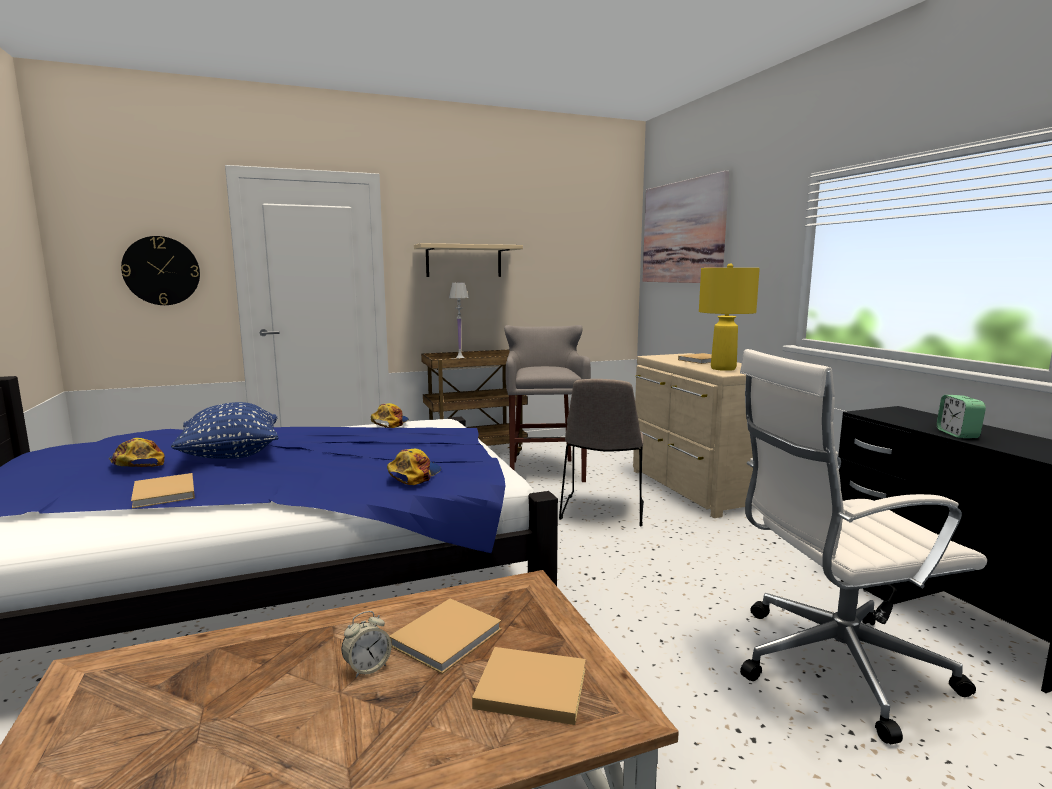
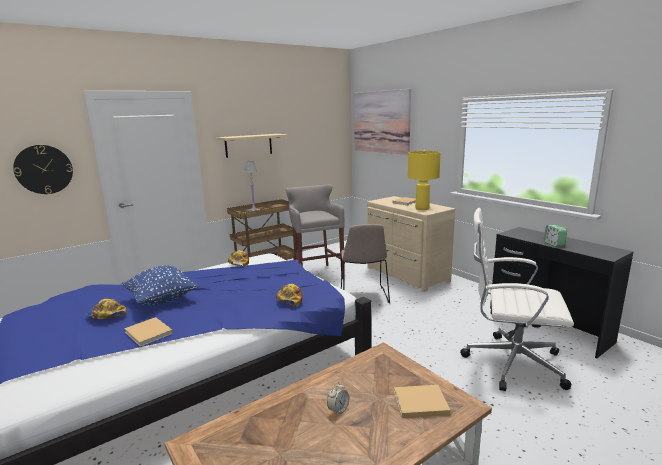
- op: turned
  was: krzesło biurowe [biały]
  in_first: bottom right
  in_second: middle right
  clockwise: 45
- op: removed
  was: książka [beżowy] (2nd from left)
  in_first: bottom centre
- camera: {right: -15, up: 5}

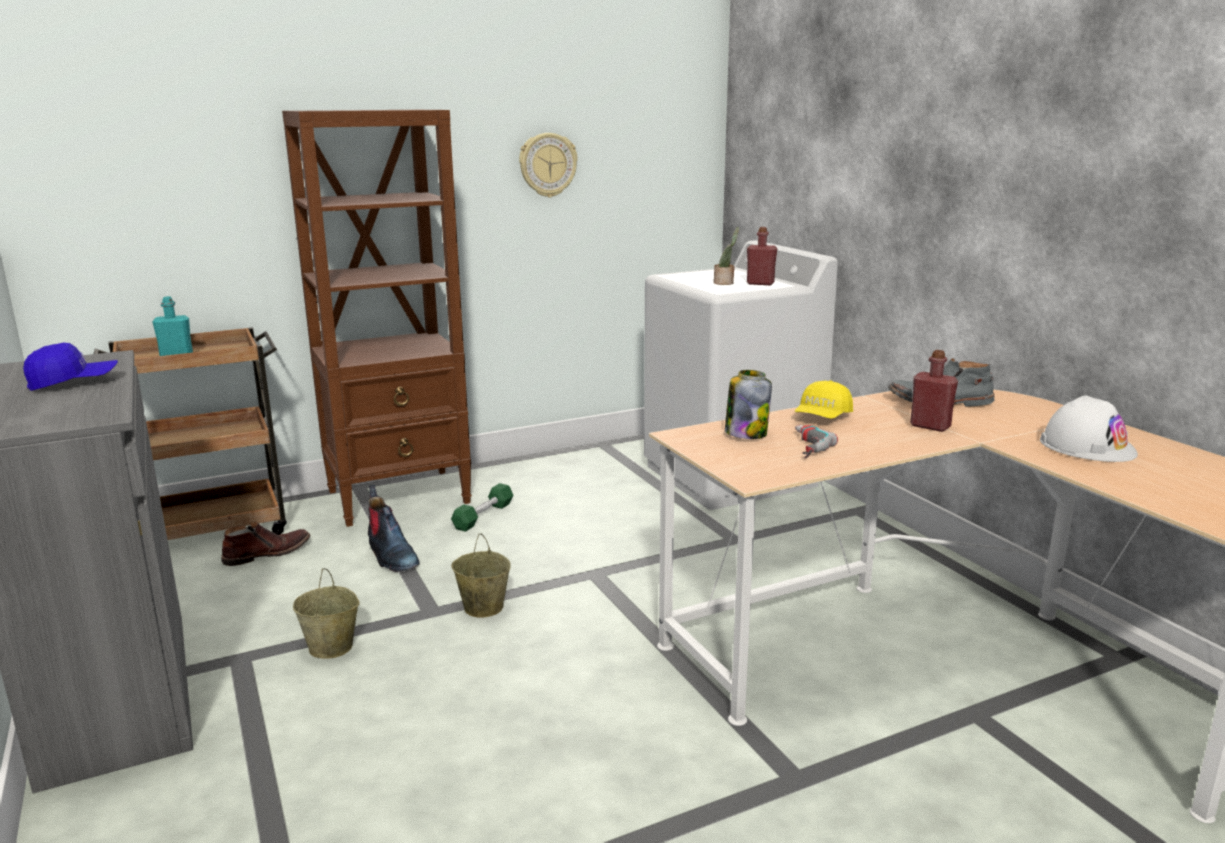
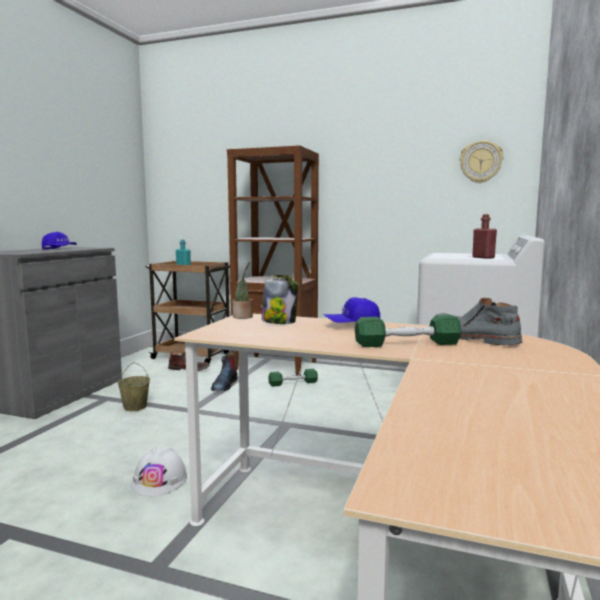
- op: moved
  was: kask [biały]
  in_first: middle right
  in_second: bottom left
- op: moved
  was: roślina doniczkowa
  in_first: top centre
  in_second: centre
- op: recoloured
  was: czapka z daszkiem [żółty]
  now: czapka z daszkiem [niebieski] (2nd from left)
  in_first: middle right
  in_second: centre
- op: replaced
  was: butelka [czerwony] (2nd from left)
  now: hantel [zielony] (2nd from left)
  in_first: middle right
  in_second: middle right
- op: moved
  was: zegar ścienny
  in_first: top centre
  in_second: top right
- op: removed
  was: wiadro [beżowy] (2nd from left)
  in_first: bottom centre
- op: removed
  was: wiertarka
  in_first: centre
- camera: {right: 45, up: -10}

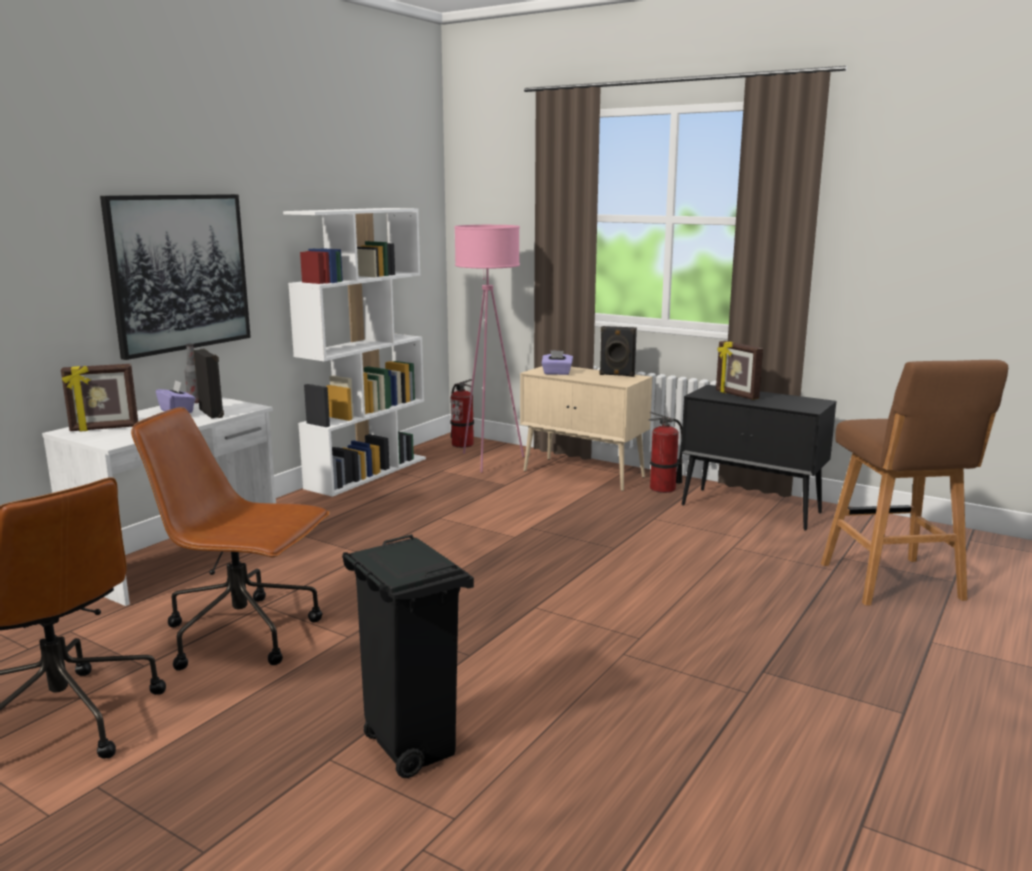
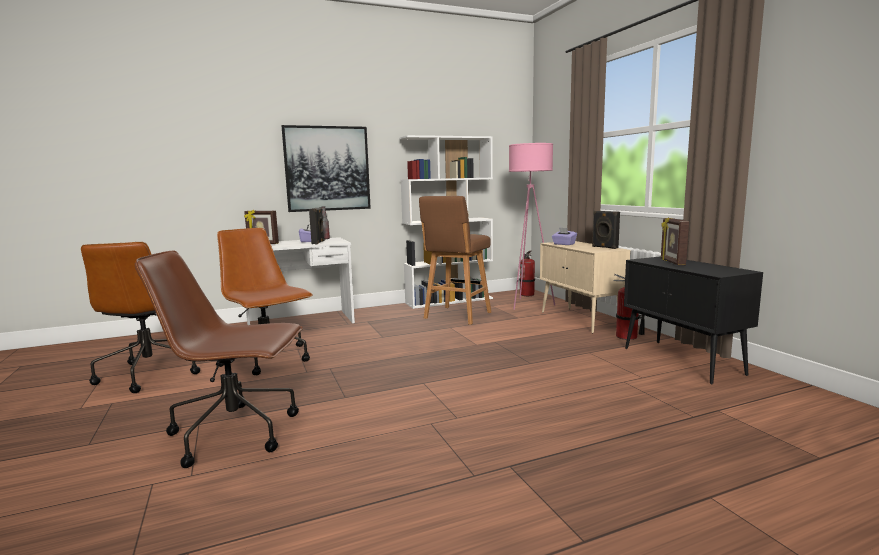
- op: replaced
  was: kosz na śmieci [czarny]
  now: krzesło biurowe [brązowy] (2nd from left)
  in_first: bottom centre
  in_second: middle left
- op: moved
  was: stołek [brązowy]
  in_first: middle right
  in_second: centre
- camera: {right: 35, up: -5}

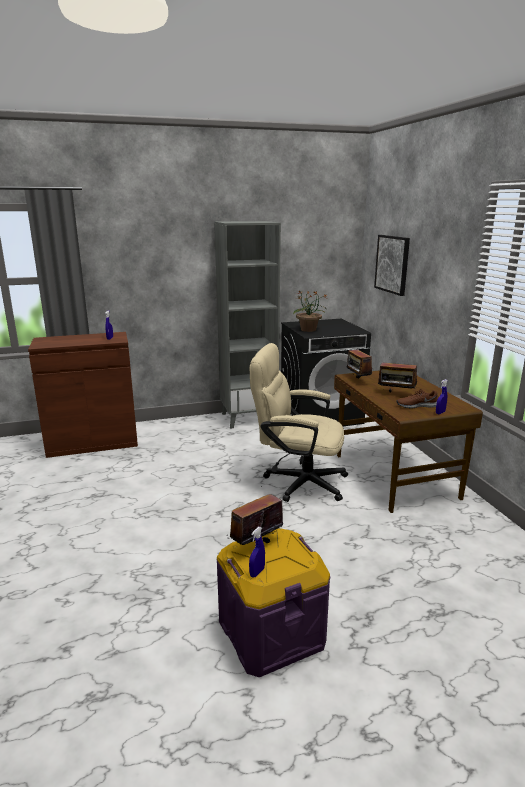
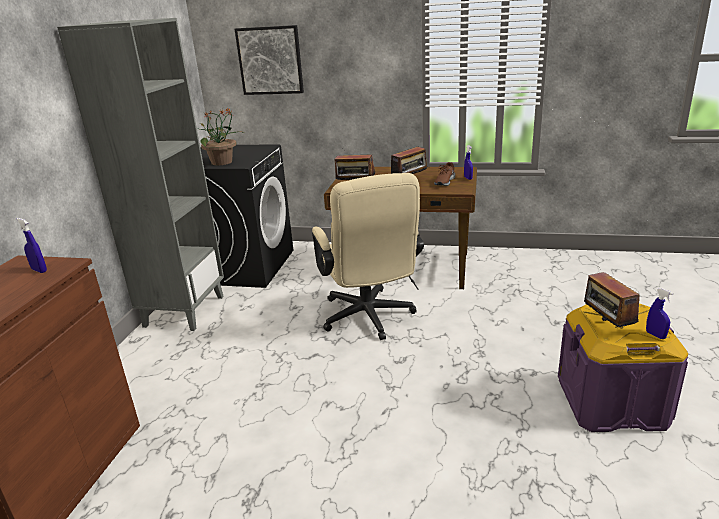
- op: turned
  was: krzesło biurowe [beżowy]
  in_first: centre
  in_second: centre
  clockwise: -60
- camera: {right: -60, up: 5}

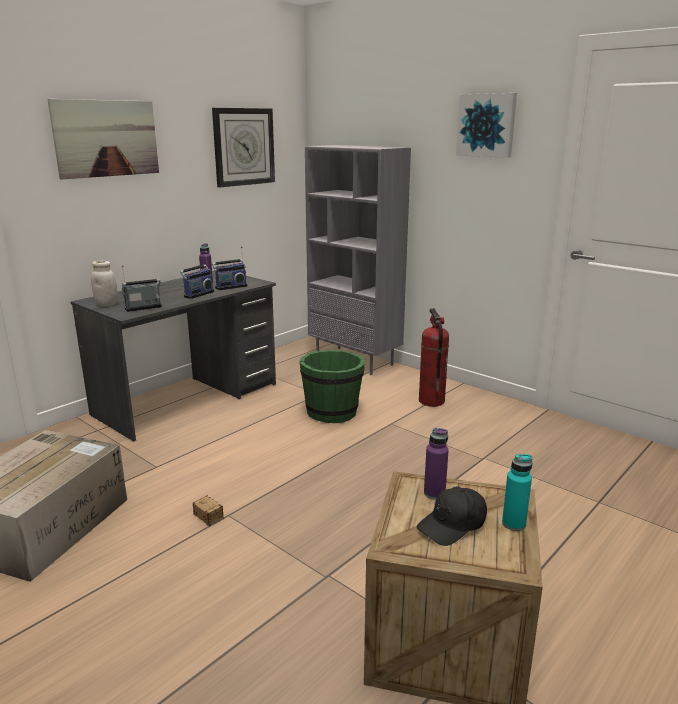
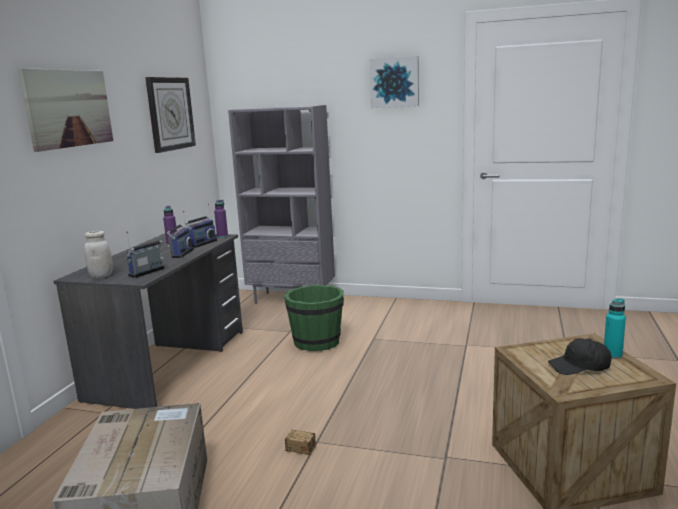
- op: moved
  was: butelka [fioletowy] (2nd from left)
  in_first: centre
  in_second: middle left
- op: turned
  was: czapka z daszkiem [czarny]
  in_first: bottom centre
  in_second: bottom right
  clockwise: 60
- op: removed
  was: gaśnica
  in_first: centre
- camera: {right: -25, up: -5}

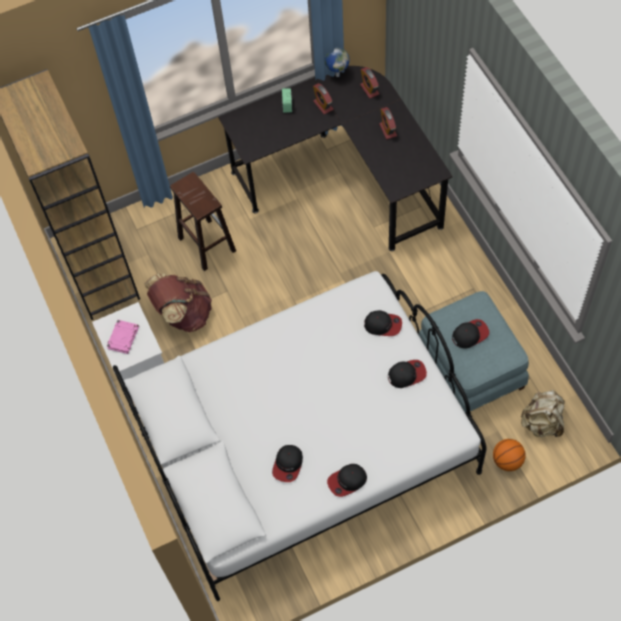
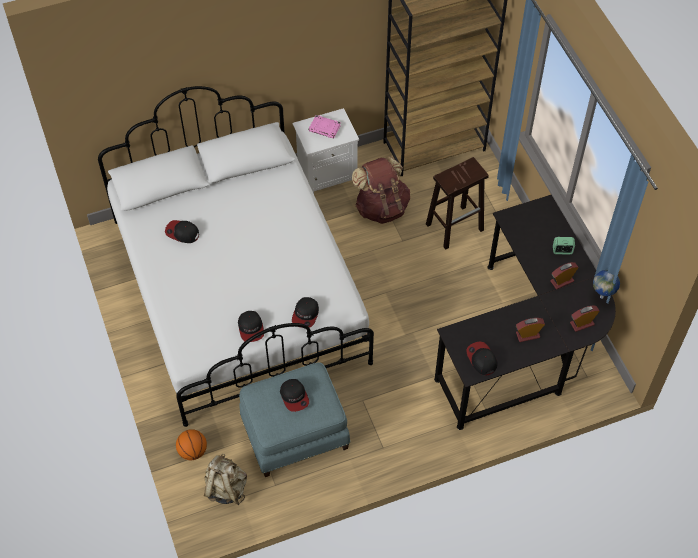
- op: moved
  was: czapka z daszkiem (2nd from left in the first image)
  now: czapka z daszkiem (5th from left)
  in_first: bottom centre
  in_second: middle right
- camera: {right: 90, up: -5}

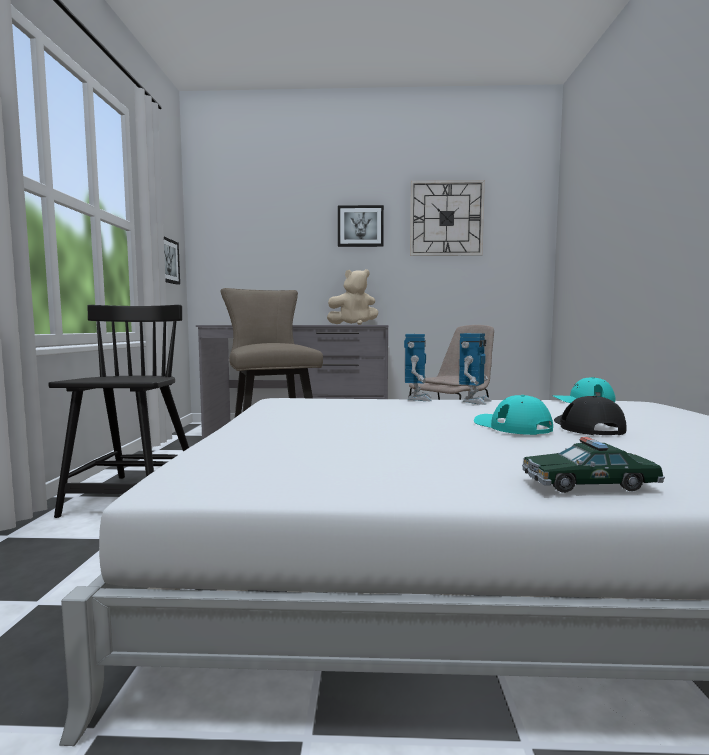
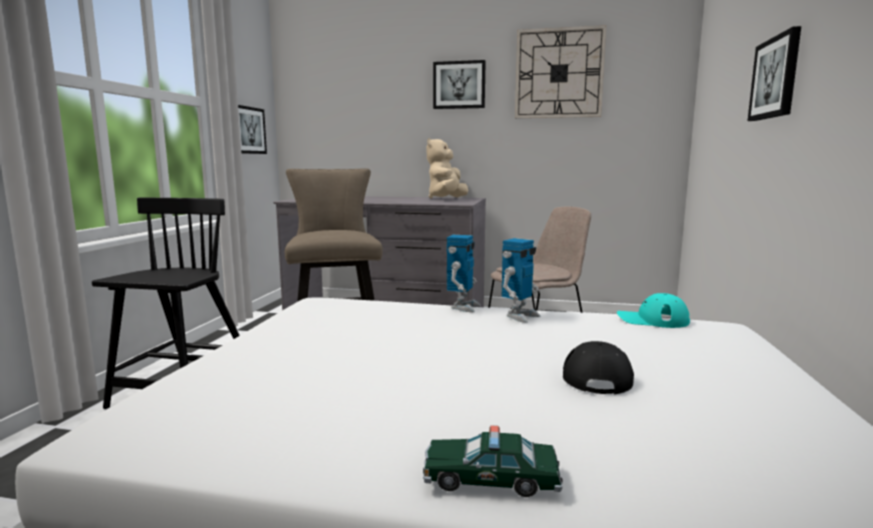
- op: turned
  was: pluszak [beżowy]
  in_first: centre
  in_second: top centre
  clockwise: 120
- op: added
  now: obraz (3rd from left)
  in_second: top right
- op: removed
  was: czapka z daszkiem [turkusowy] (1st from left)
  in_first: middle right
- camera: {right: 10, up: 5}

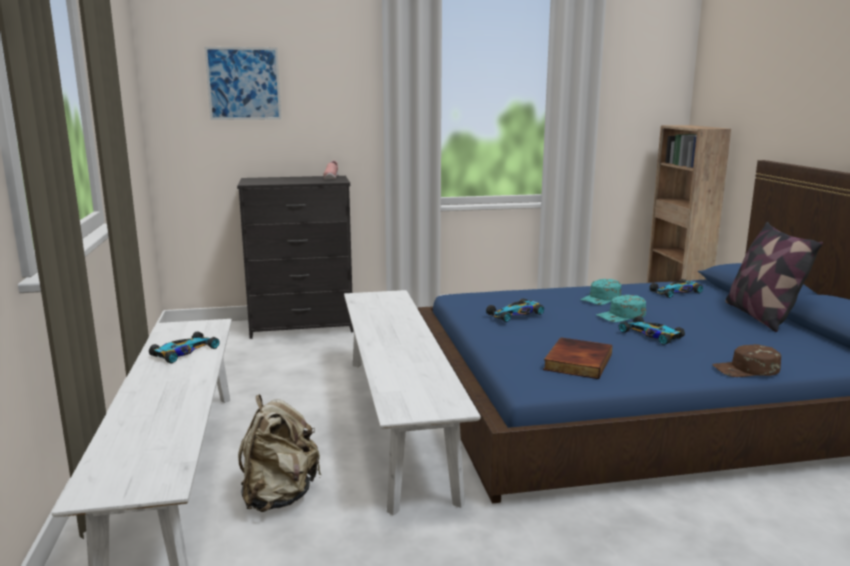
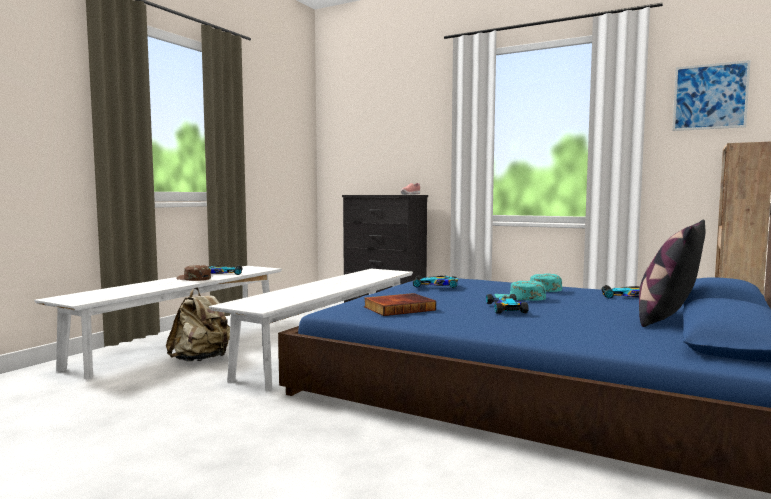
- op: moved
  was: czapka z daszkiem [brązowy]
  in_first: middle right
  in_second: middle left
- op: moved
  was: obraz
  in_first: top left
  in_second: top right
- camera: {right: 40, up: -10}

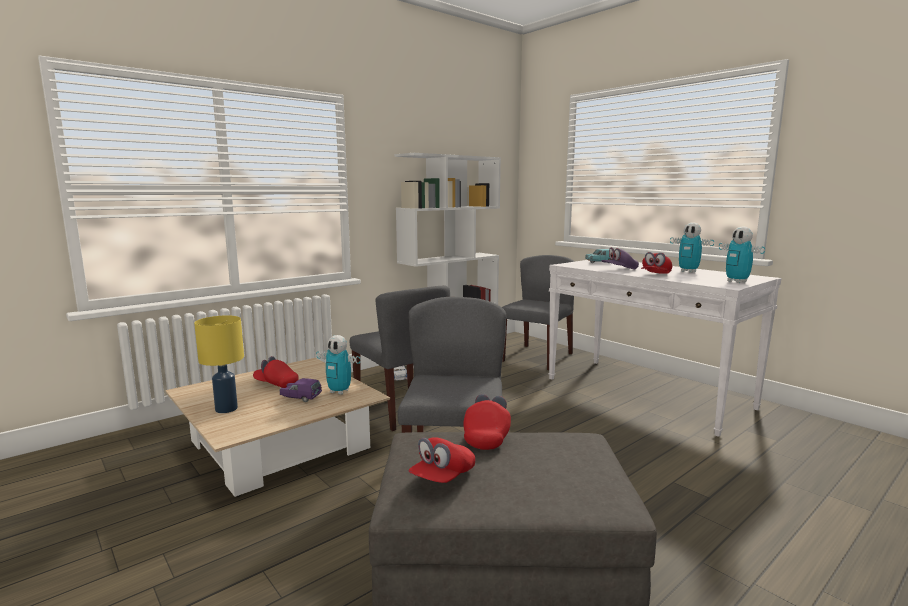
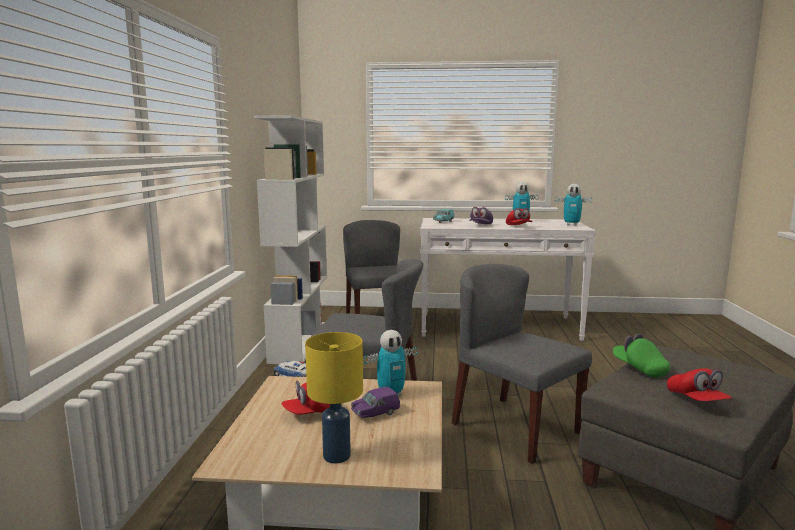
- op: recoloured
  was: czapka z daszkiem [czerwony] (3rd from left)
  now: czapka z daszkiem [zielony]
  in_first: bottom centre
  in_second: bottom right
- camera: {right: -45, up: 0}

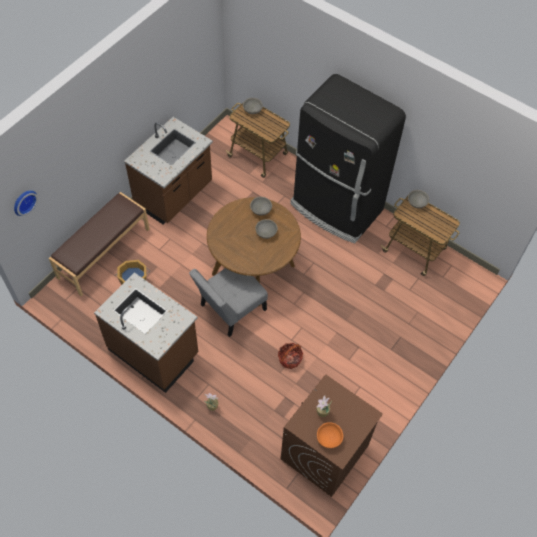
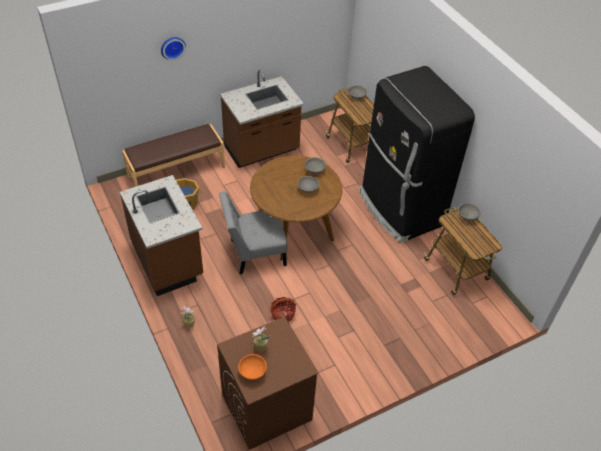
- op: moved
  was: zegar ścienny
  in_first: middle left
  in_second: top left
- camera: {right: 25, up: -10}

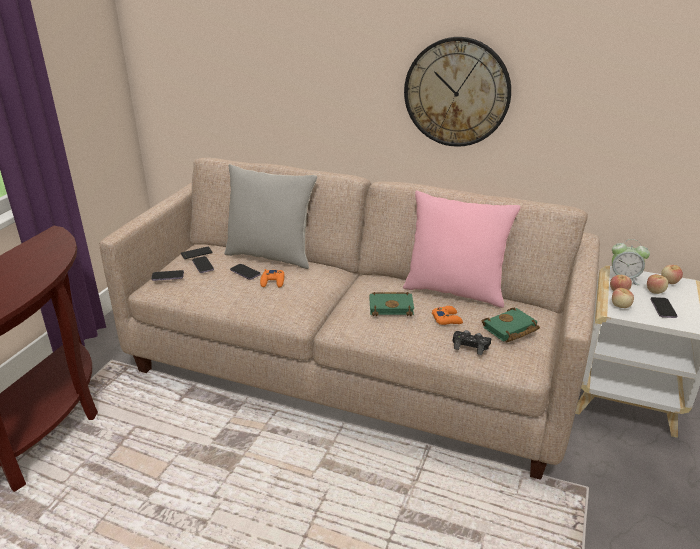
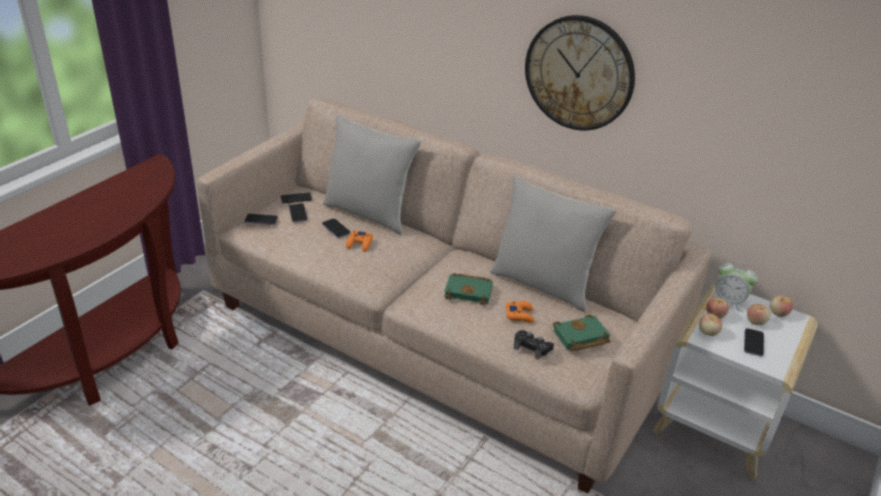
- op: recoloured
  was: poduszka [różowy]
  now: poduszka [szary] (2nd from left)
  in_first: centre
  in_second: centre
- camera: {right: 10, up: 5}

